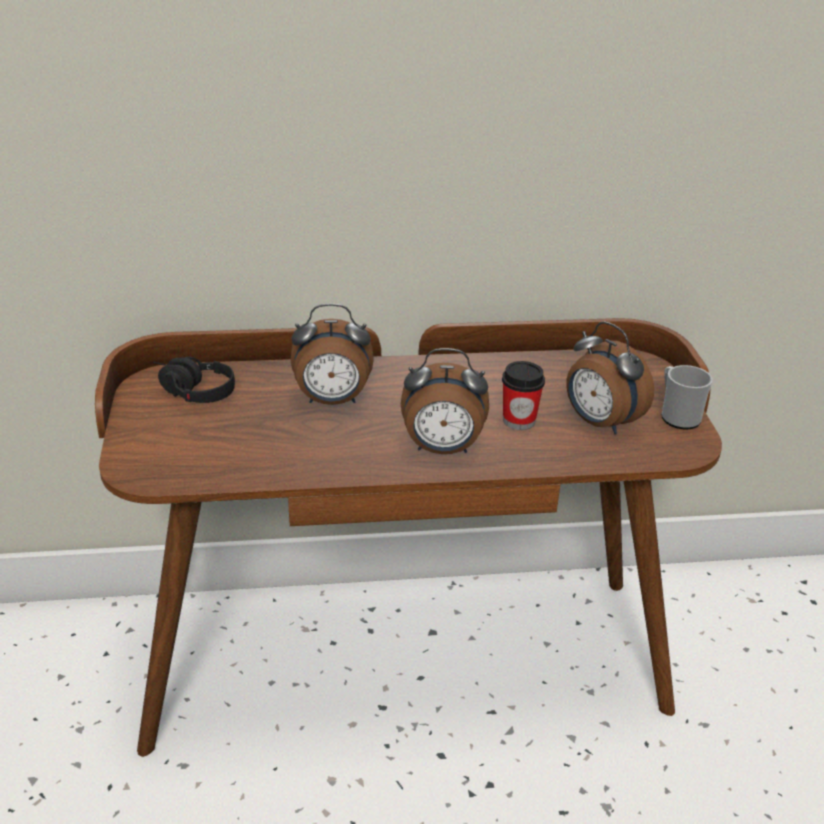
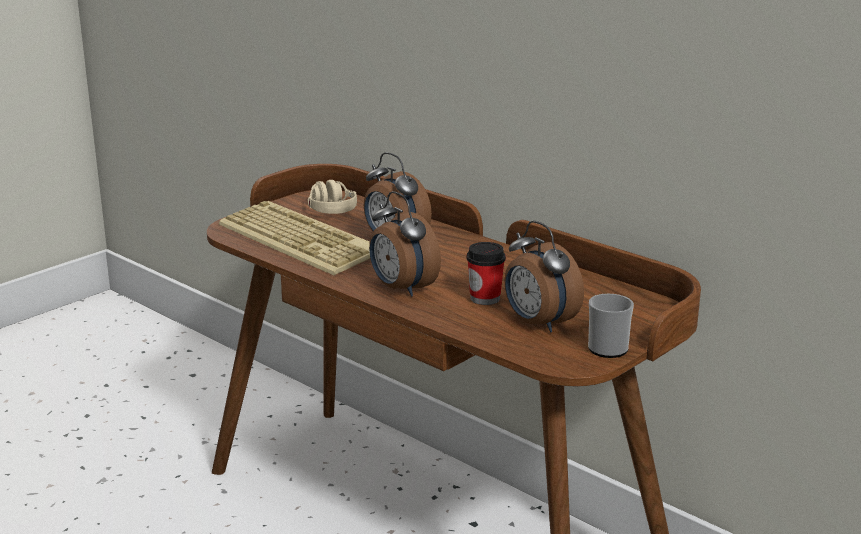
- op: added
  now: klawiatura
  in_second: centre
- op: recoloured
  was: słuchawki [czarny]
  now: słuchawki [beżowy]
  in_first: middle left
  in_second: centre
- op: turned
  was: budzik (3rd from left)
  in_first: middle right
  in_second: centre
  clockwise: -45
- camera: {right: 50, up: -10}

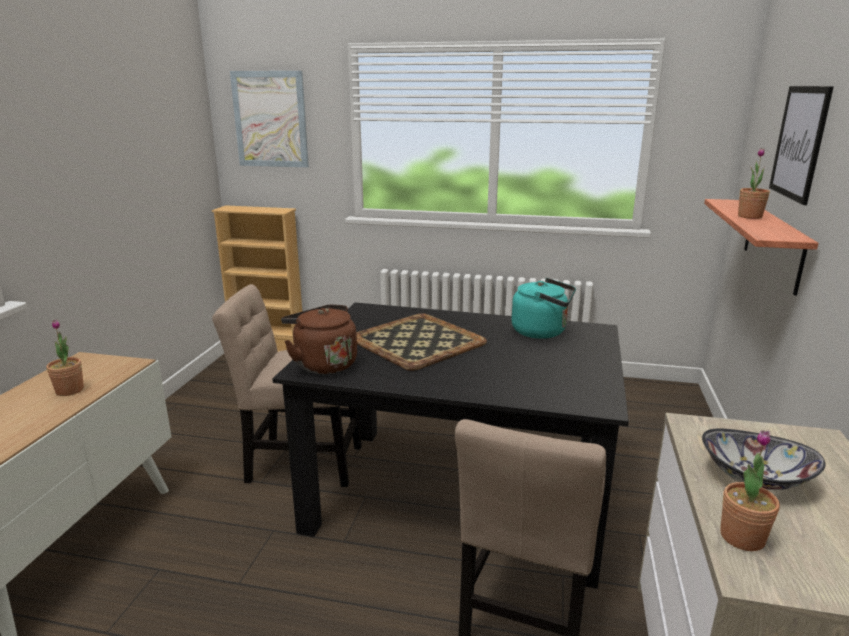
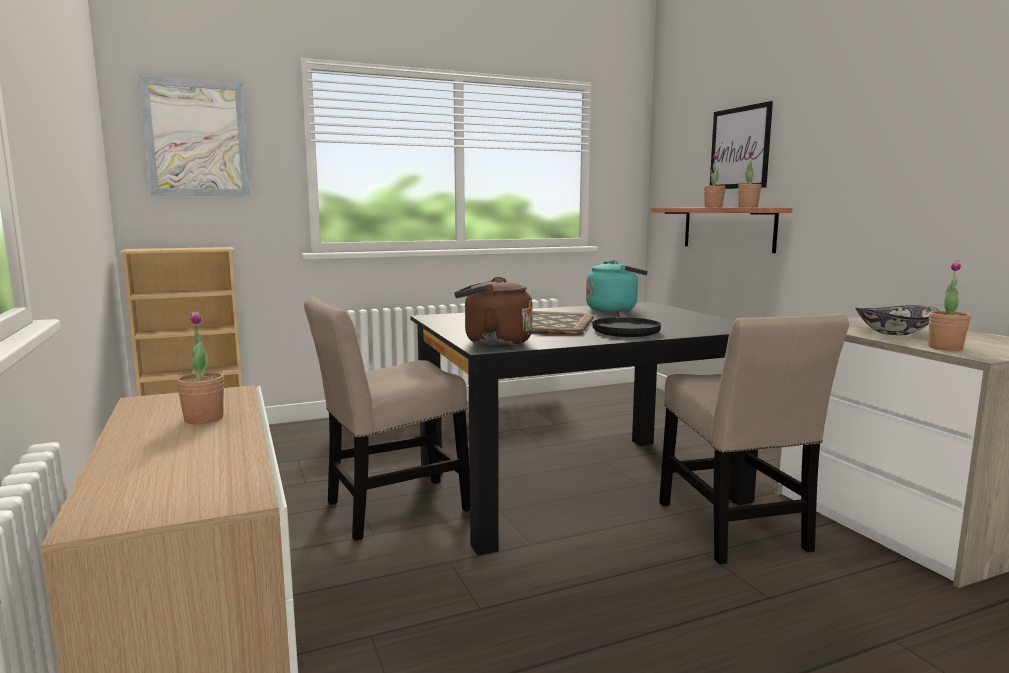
- op: added
  now: patelnia [czarny]
  in_second: centre
- op: added
  now: roślina doniczkowa (3rd from left)
  in_second: top right
- camera: {right: -35, up: -10}

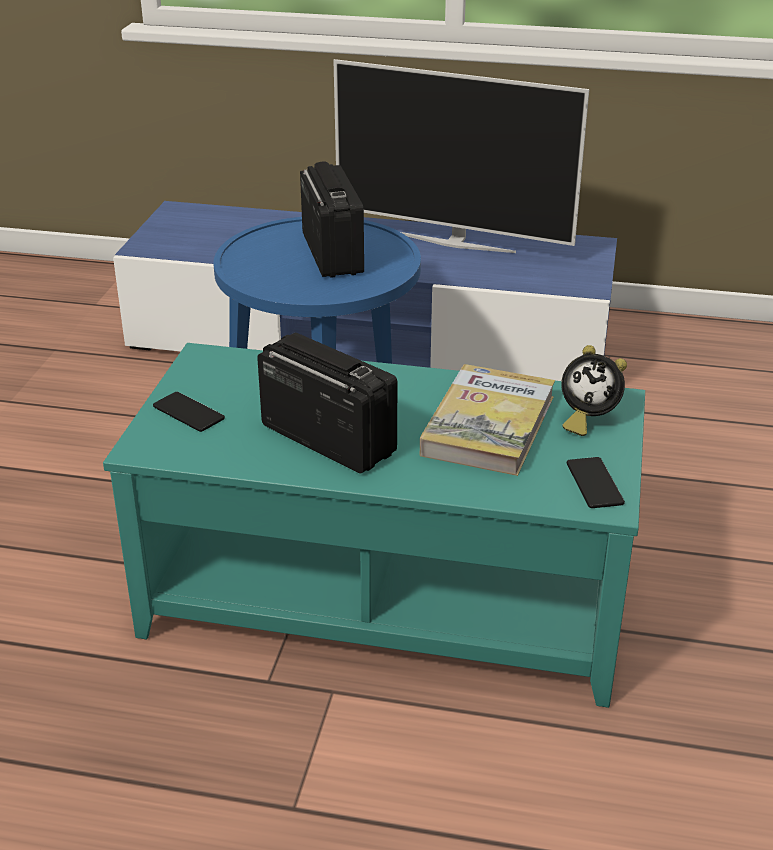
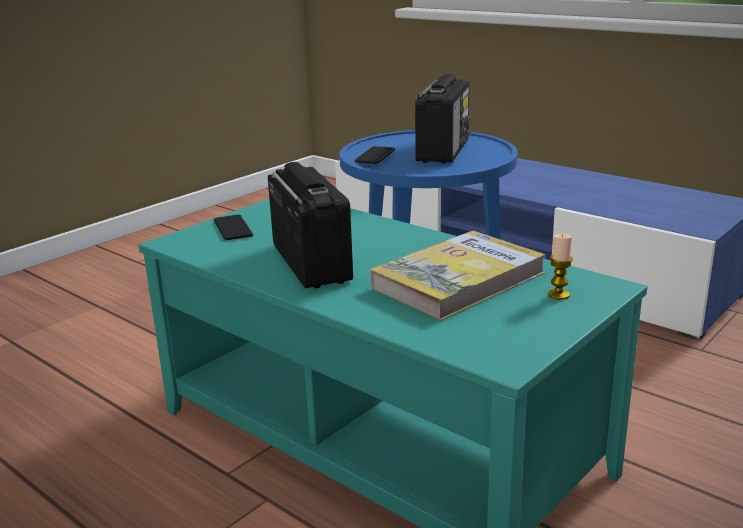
- op: moved
  was: telefon (2nd from left)
  in_first: middle right
  in_second: top centre
- op: replaced
  was: budzik
  now: świeca
  in_first: middle right
  in_second: middle right
- op: removed
  was: telewizor
  in_first: top centre
- camera: {right: 30, up: -10}

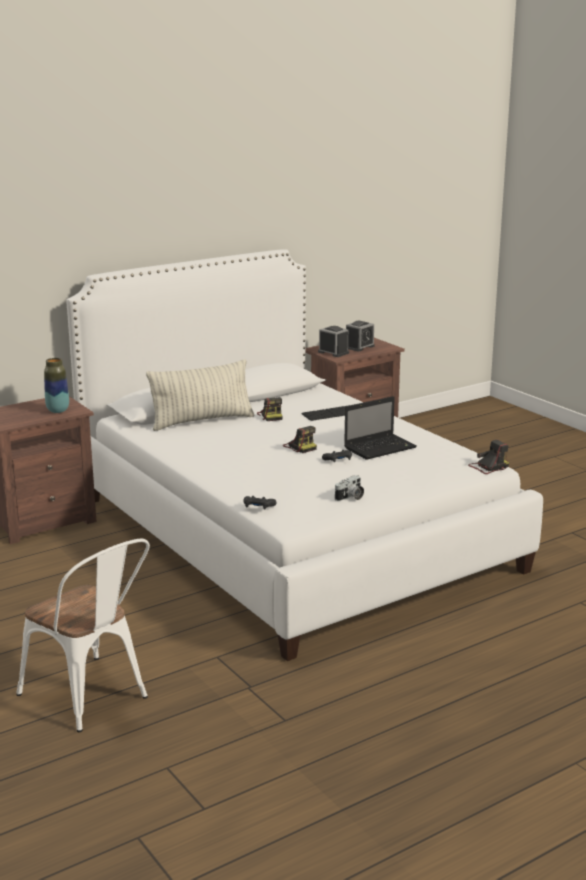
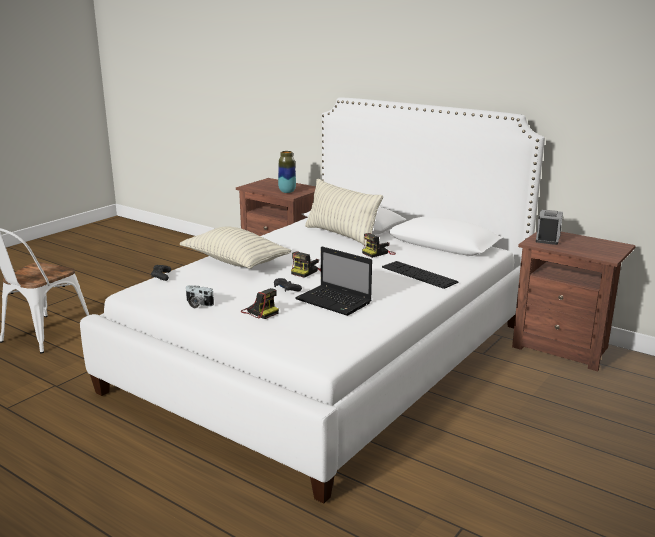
- op: added
  now: poduszka (1st from left)
  in_second: centre
- op: moved
  was: aparat fotograficzny (4th from left in the first image)
  now: aparat fotograficzny (2nd from left)
  in_first: middle right
  in_second: centre
- op: removed
  was: budzik (2nd from left)
  in_first: centre
- camera: {right: 70, up: 0}

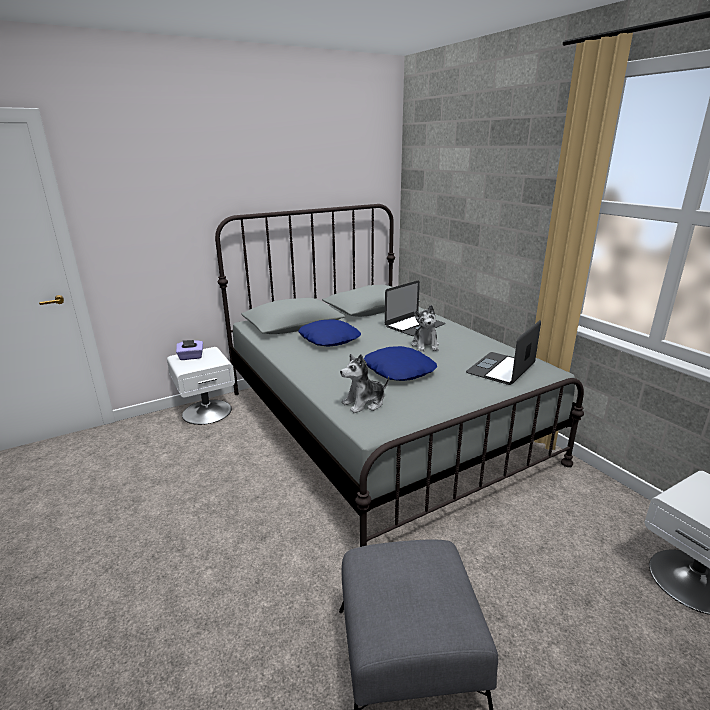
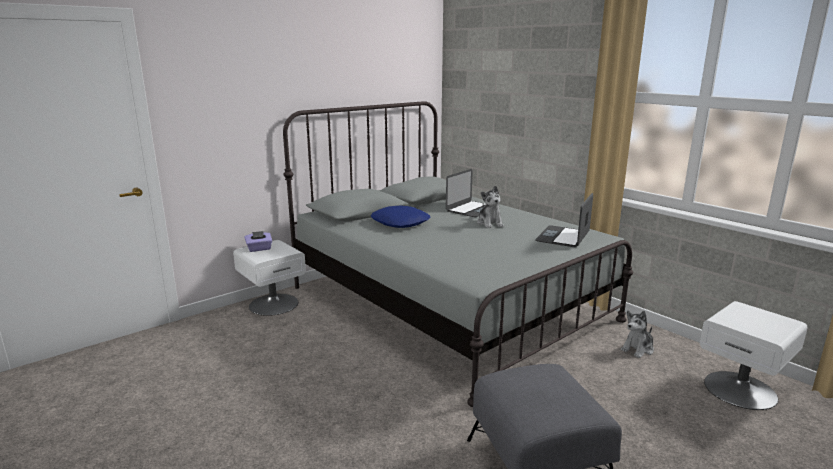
- op: moved
  was: pluszak (1st from left in the first image)
  now: pluszak (2nd from left)
  in_first: centre
  in_second: bottom right
- op: removed
  was: poduszka [niebieski] (2nd from left)
  in_first: centre
- camera: {right: -10, up: -5}

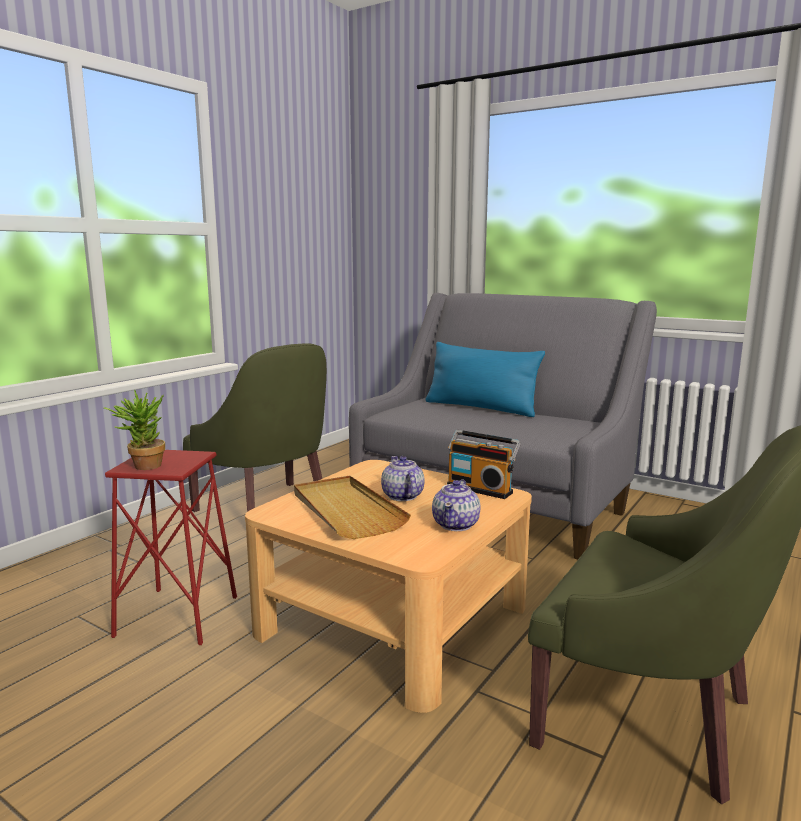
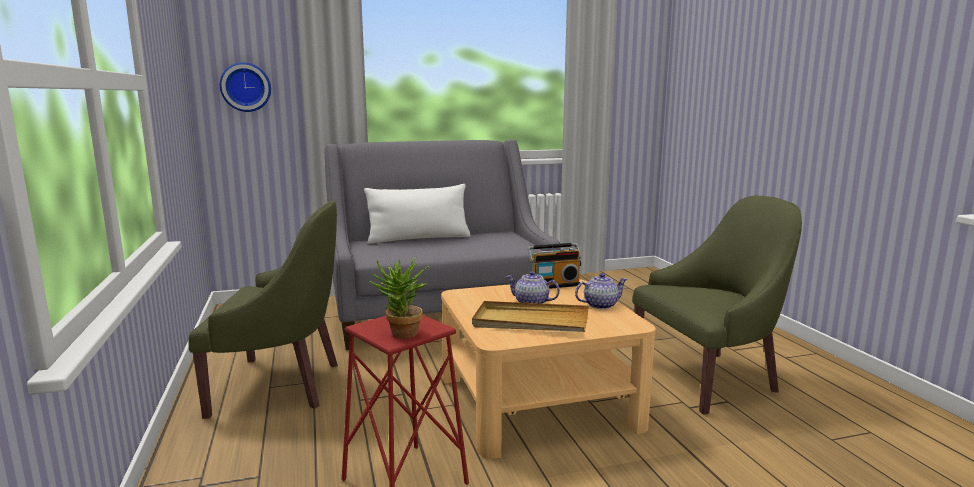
- op: added
  now: zegar ścienny
  in_second: top left
- op: recoloured
  was: poduszka [niebieski]
  now: poduszka [biały]
  in_first: centre
  in_second: centre
- op: turned
  was: imbryk (2nd from left)
  in_first: centre
  in_second: centre
  clockwise: -75
- camera: {right: -50, up: 0}

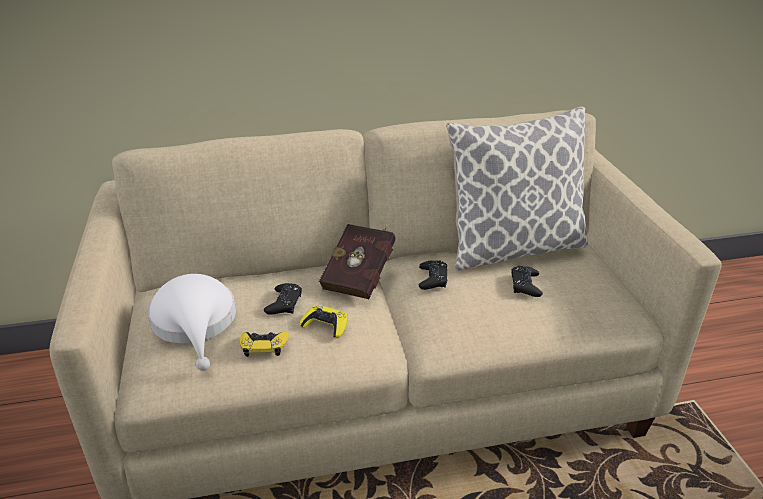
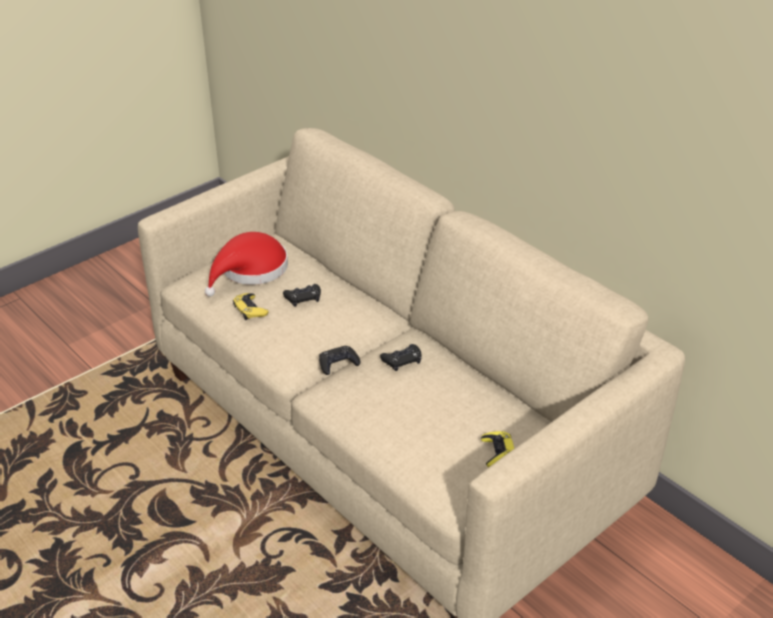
- op: recoloured
  was: kapelusz [biały]
  now: kapelusz [czerwony]
  in_first: middle left
  in_second: middle left
- op: moved
  was: pad do gier [czarny] (3rd from left in the first image)
  now: pad do gier [czarny] (2nd from left)
  in_first: middle right
  in_second: centre
- op: moved
  was: pad do gier [żółty] (2nd from left)
  in_first: centre
  in_second: bottom centre
- op: removed
  was: książka [czerwony]
  in_first: centre
- op: removed
  was: poduszka
  in_first: middle right
- camera: {right: 60, up: 5}

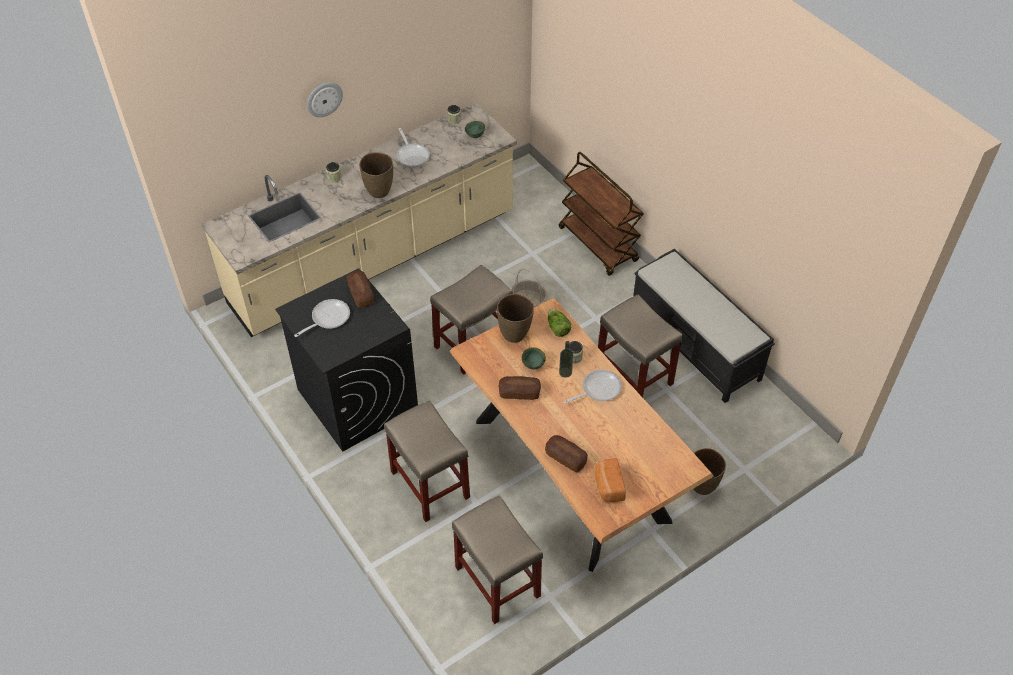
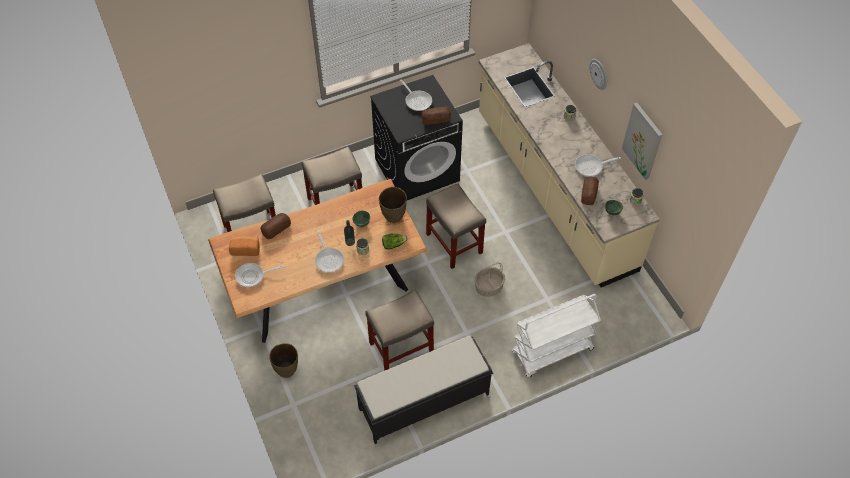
- op: added
  now: patelnia (1st from left)
  in_second: middle left
- op: recoloured
  was: wózek [brązowy]
  now: wózek [biały]
  in_first: top centre
  in_second: bottom centre
- op: moved
  was: chleb (2nd from left in the first image)
  now: chleb (4th from left)
  in_first: centre
  in_second: middle right
- op: added
  now: obraz
  in_second: top right
- op: removed
  was: wazon [brązowy] (1st from left)
  in_first: top centre
- camera: {right: 100, up: 5}

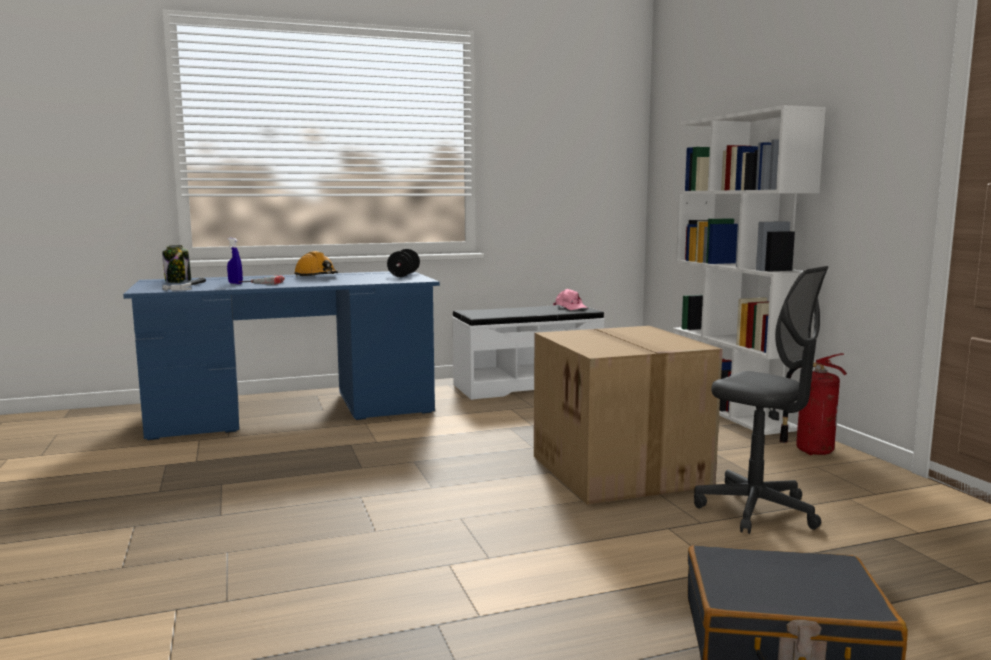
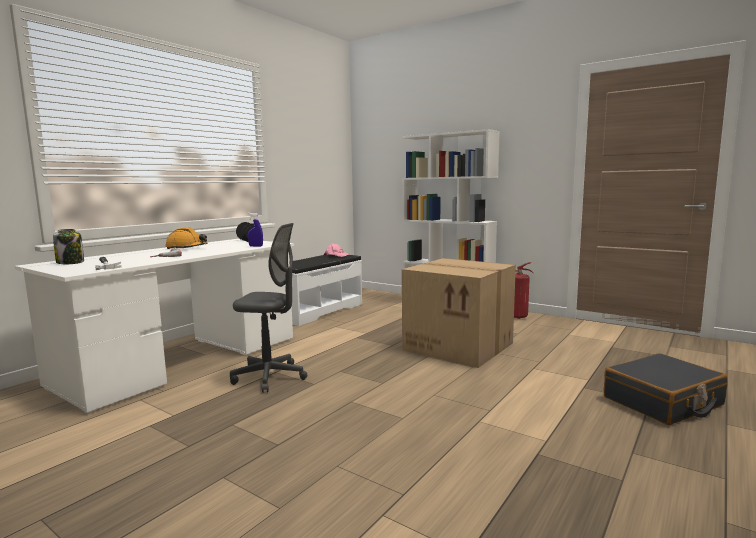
- op: recoloured
  was: biurko [niebieski]
  now: biurko [biały]
  in_first: middle left
  in_second: middle left
- op: moved
  was: krzesło biurowe [szary]
  in_first: middle right
  in_second: centre
- op: moved
  was: spryskiwacz [niebieski]
  in_first: middle left
  in_second: centre
- camera: {right: -35, up: 0}

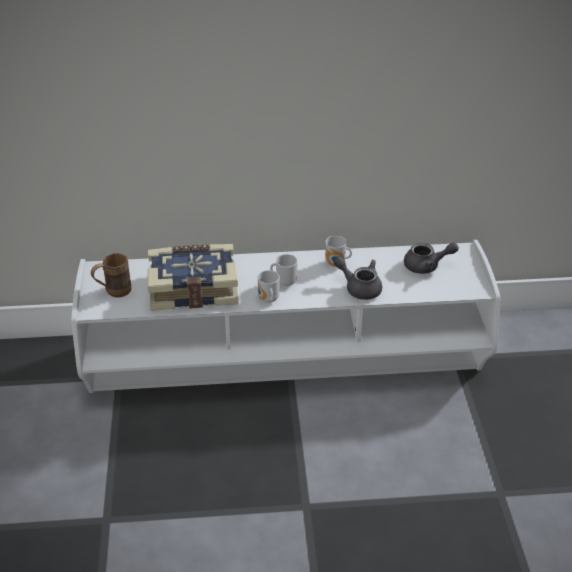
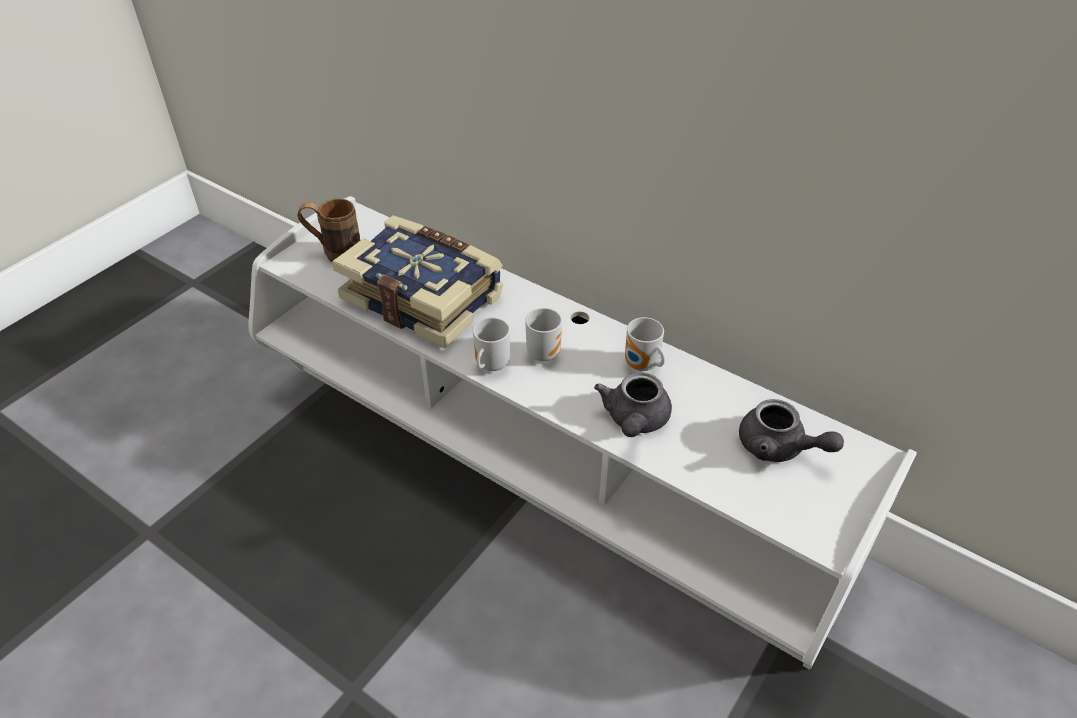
- op: turned
  was: imbryk [szary] (1st from left)
  in_first: centre
  in_second: centre
  clockwise: -150
- camera: {right: 40, up: 5}

